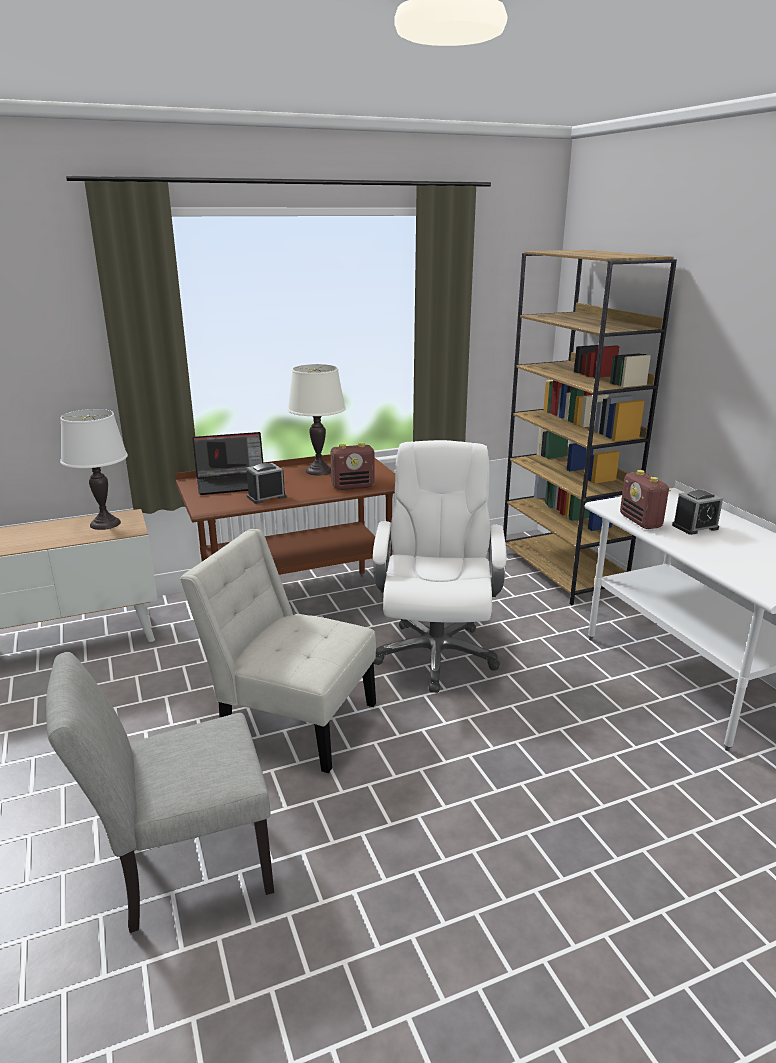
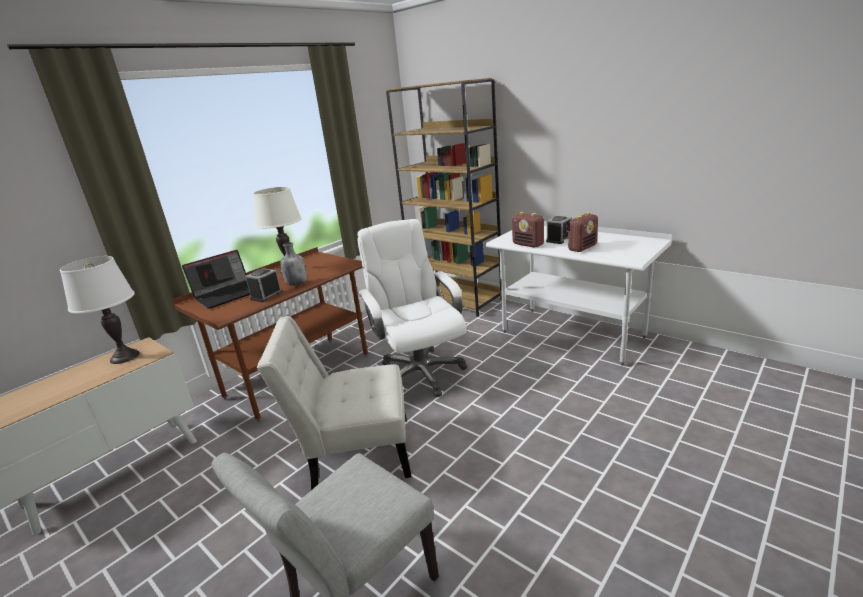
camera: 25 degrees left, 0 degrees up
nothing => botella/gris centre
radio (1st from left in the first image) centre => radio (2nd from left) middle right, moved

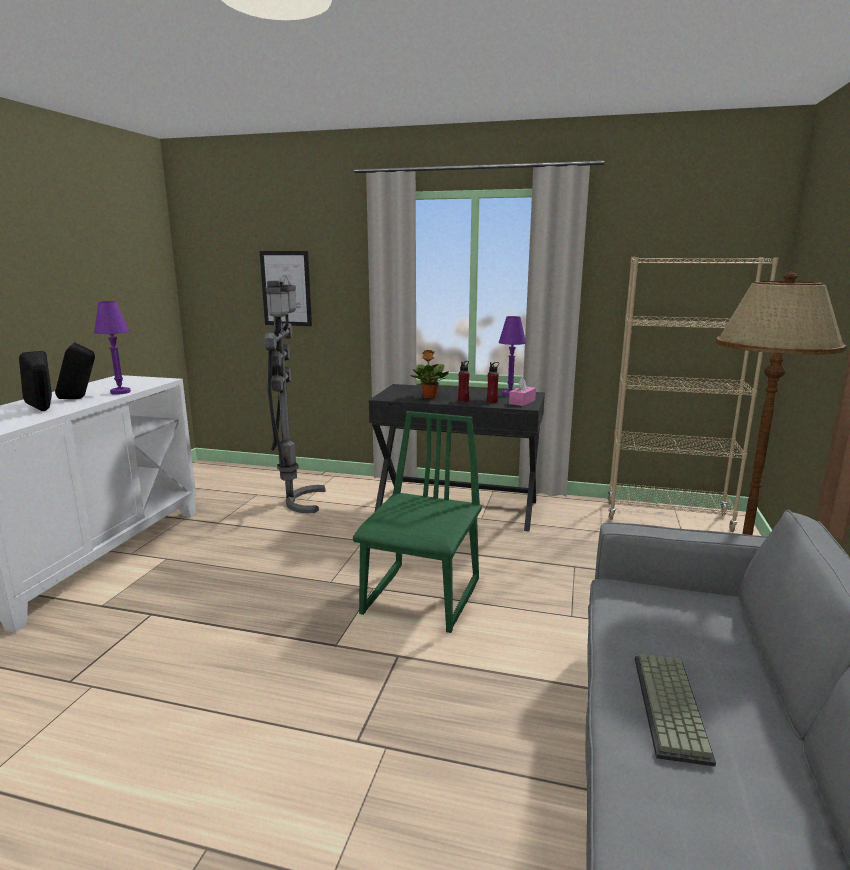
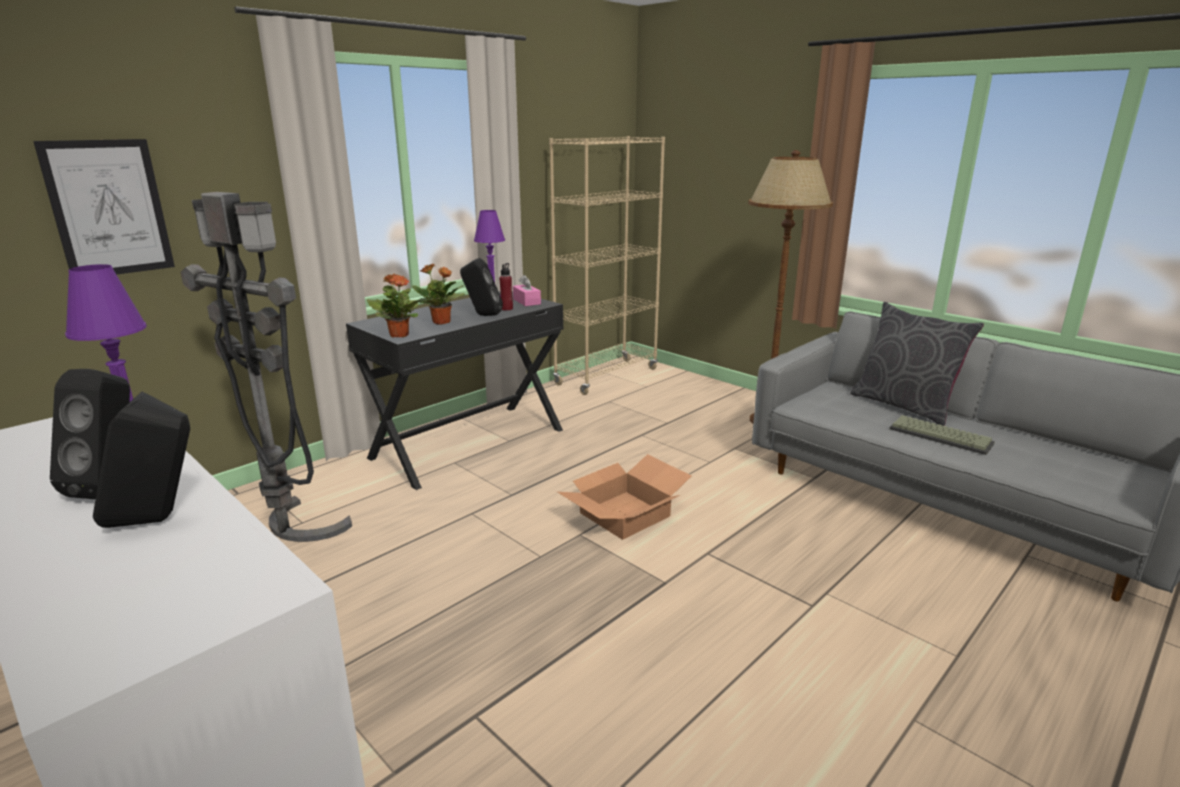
camera: 60 degrees left, 5 degrees up
nothing => planta en maceta (1st from left) middle left
nothing => cojín/gris middle right
silla/verde centre => caja de cartón centre
botella/rojo (1st from left) centre => altavoz/negro (3rd from left) centre

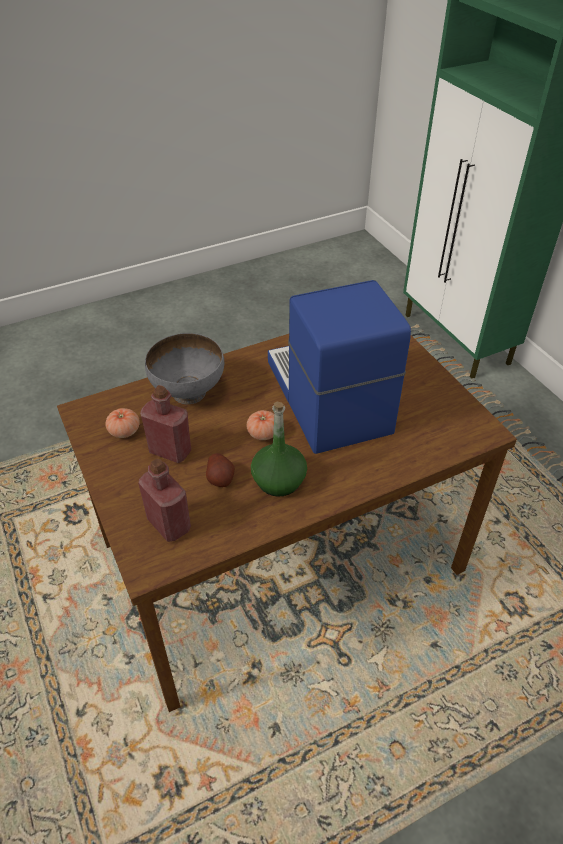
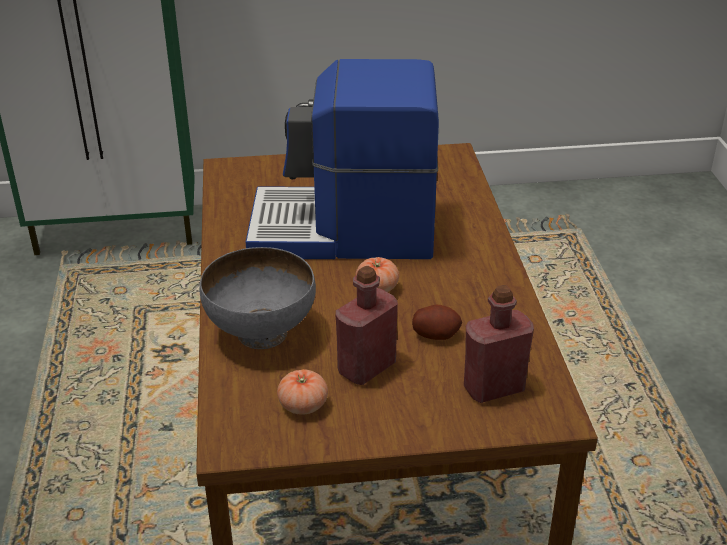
camera: 70 degrees left, 10 degrees down
botella/verde centre => nothing

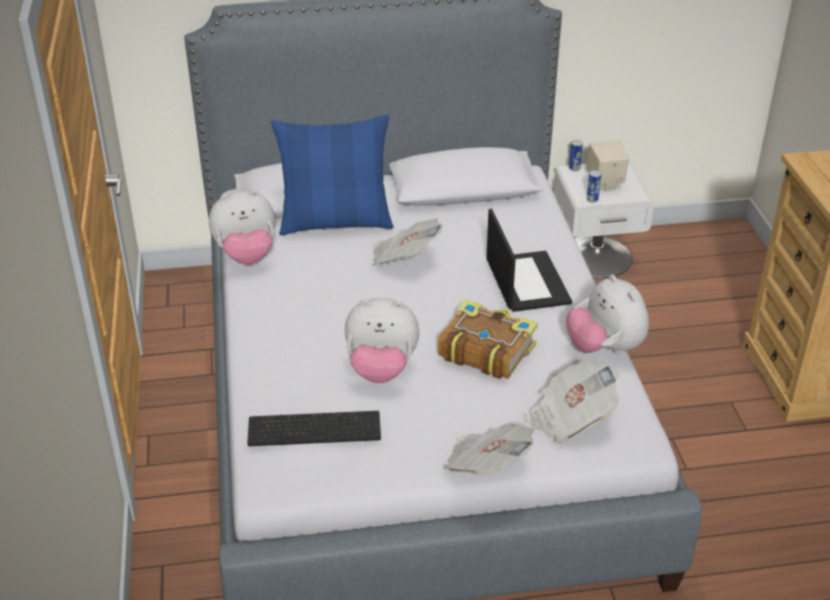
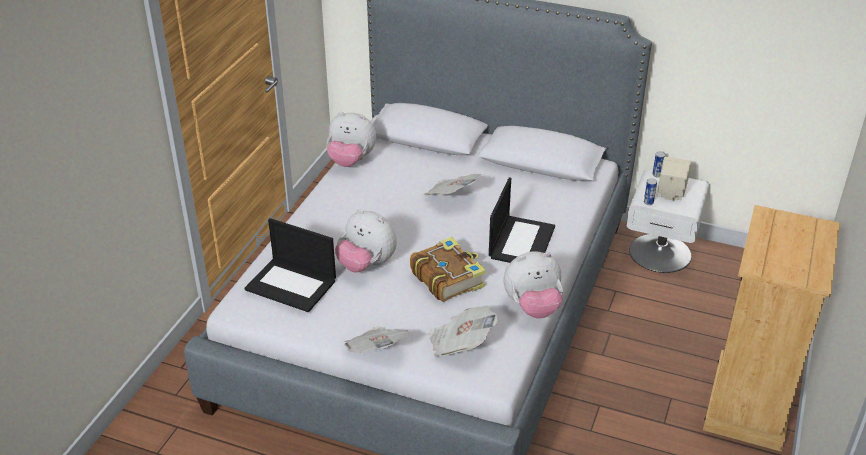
camera: 30 degrees right, 0 degrees up
cojín/azul top centre => nothing
teclado bottom centre => portátil (1st from left) centre
peluche (3rd from left) middle right => peluche (3rd from left) centre, 105 degrees counterclockwise

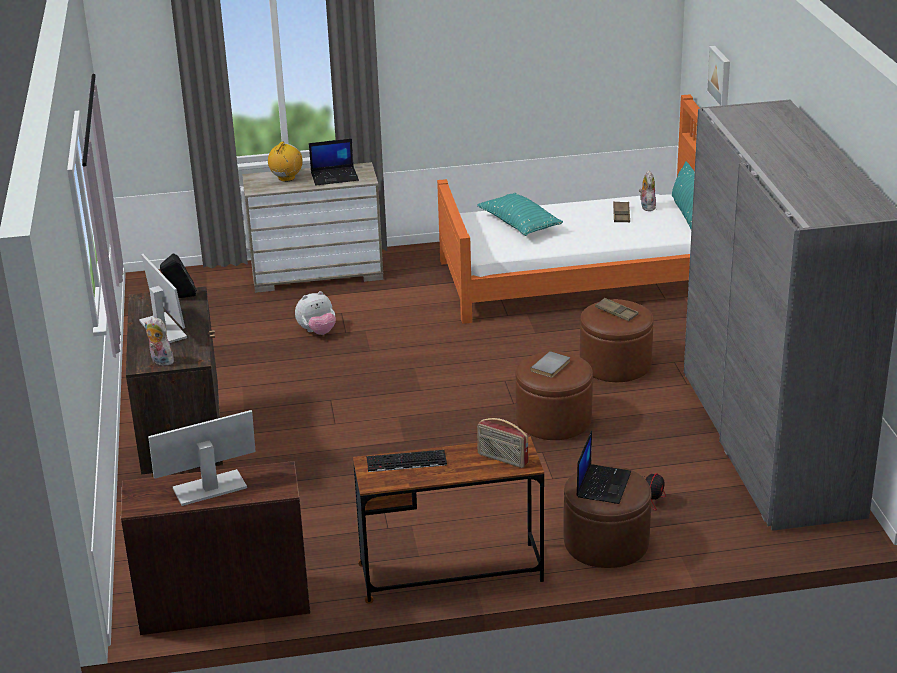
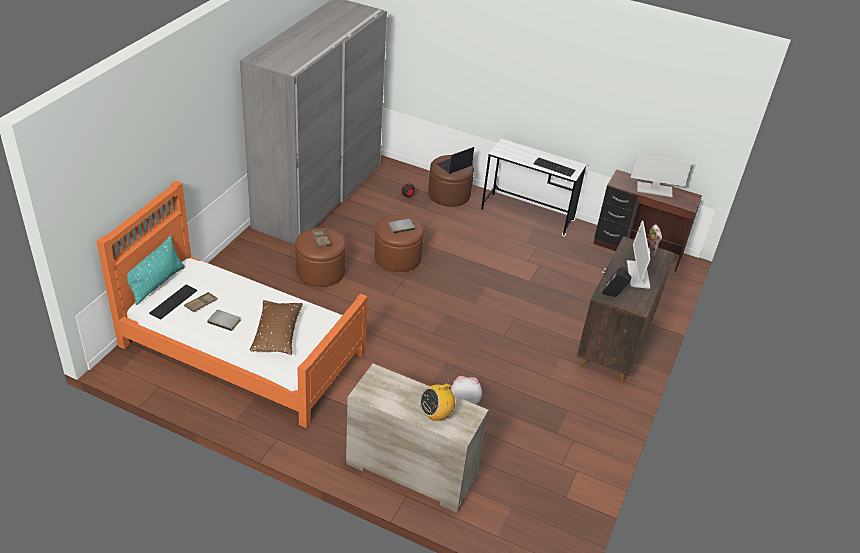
camera: 150 degrees left, 10 degrees up
portátil (1st from left) top centre => nothing
radio (2nd from left) centre => nothing
cuadro top right => nothing
nothing => libro/gris (1st from left) middle left
peluche (3rd from left) top right => teclado (1st from left) middle left
escritorio/marrón (2nd from left) bottom centre => escritorio/blanco centre
cojín/turquesa (1st from left) top centre => cojín/marrón middle left

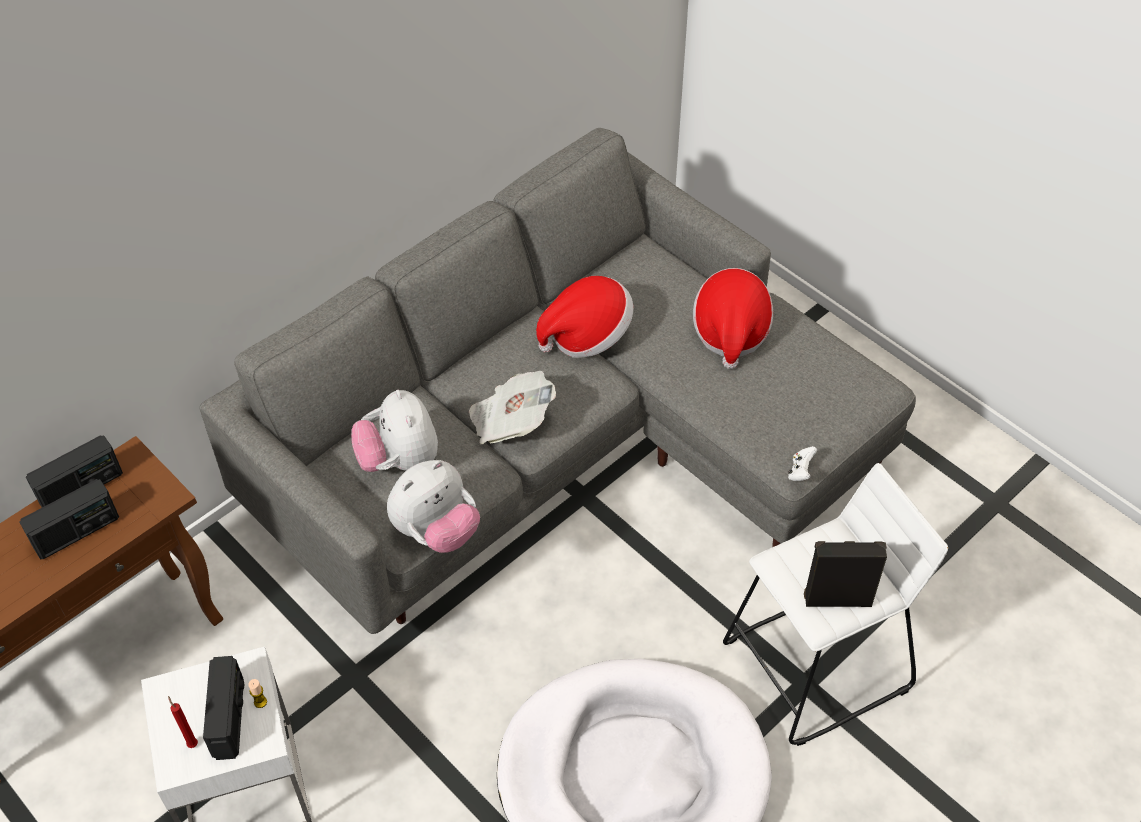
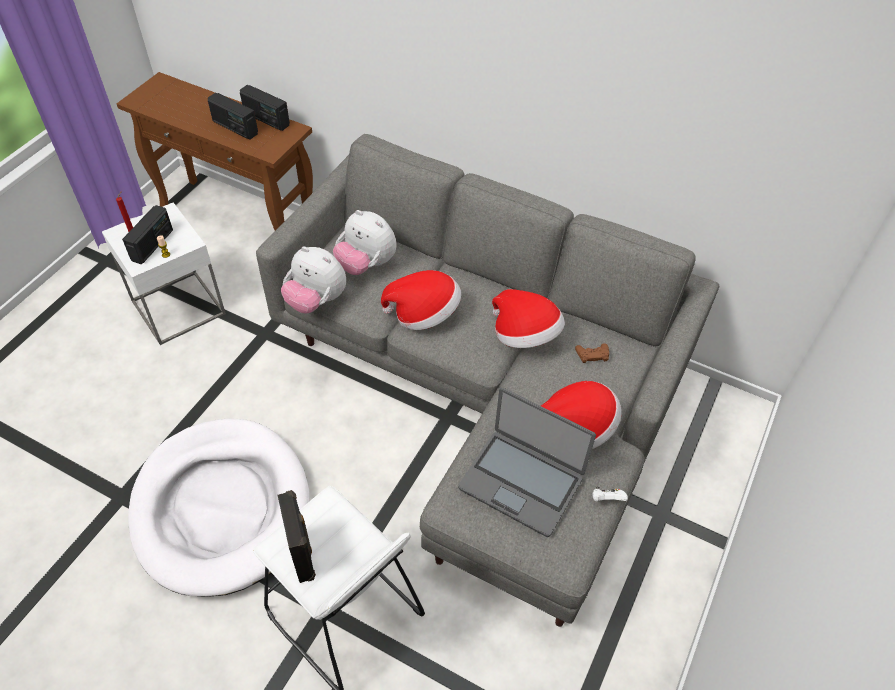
camera: 70 degrees right, 0 degrees up
nothing => portátil bottom centre
nothing => mando de consola/marrón centre
mando de consola/blanco middle right => mando de consola/blanco bottom right, moved
periódico centre => sombrero (1st from left) centre
radio (3rd from left in the first image) bottom left => radio (1st from left) middle left, 45 degrees counterclockwise
peluche (1st from left in the first image) centre => peluche (2nd from left) centre, 105 degrees counterclockwise

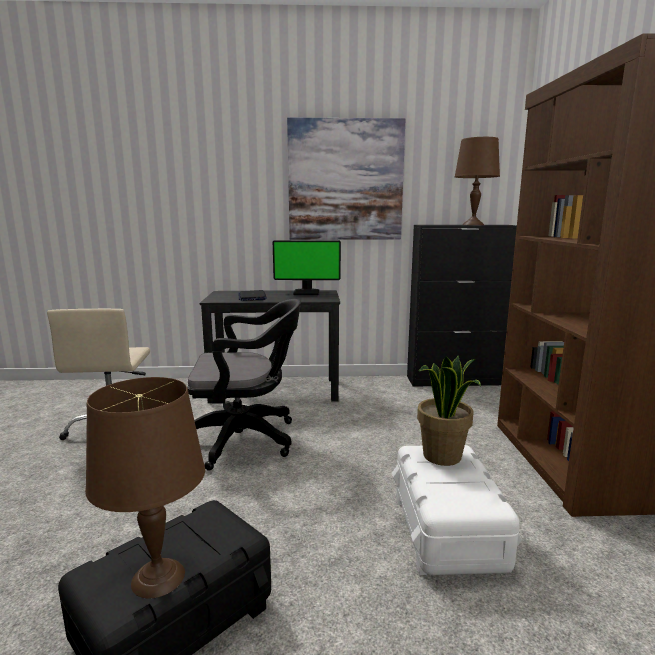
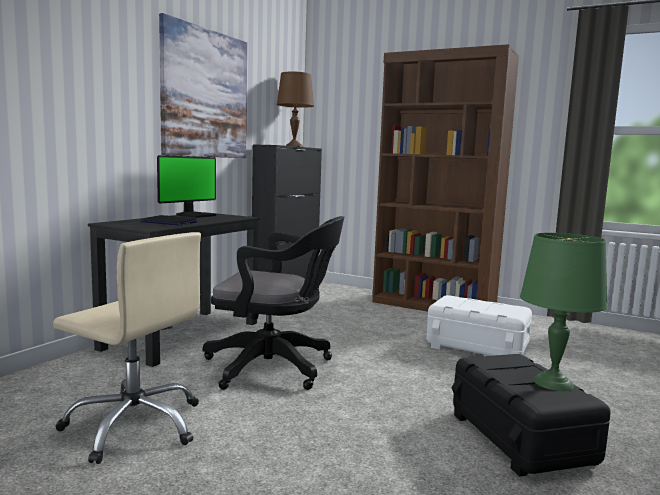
camera: 60 degrees left, 5 degrees down
planta en maceta middle right => nothing
lámpara de mesa/marrón (1st from left) bottom left => lámpara de mesa/verde middle right
silla de oficina/negro centre, 75 degrees clockwise

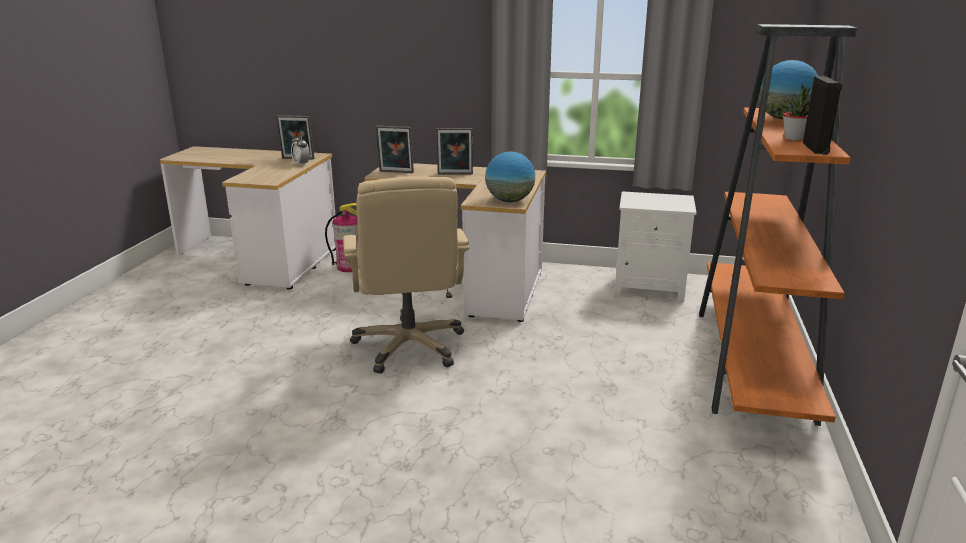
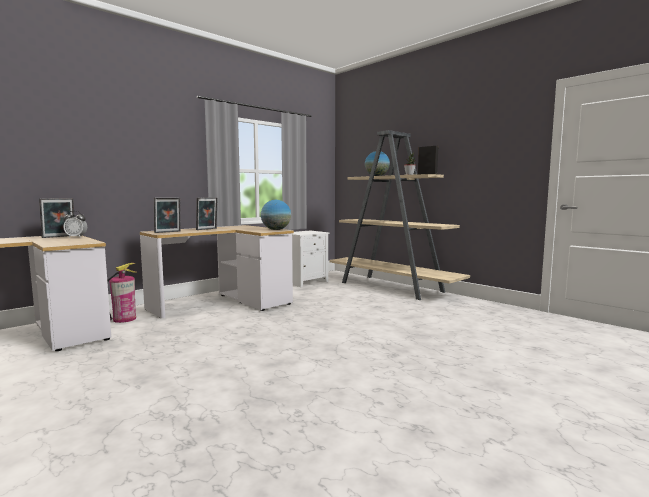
camera: 55 degrees left, 15 degrees down
silla de oficina/beis centre => nothing
estantería/naranja middle right => estantería/beis centre

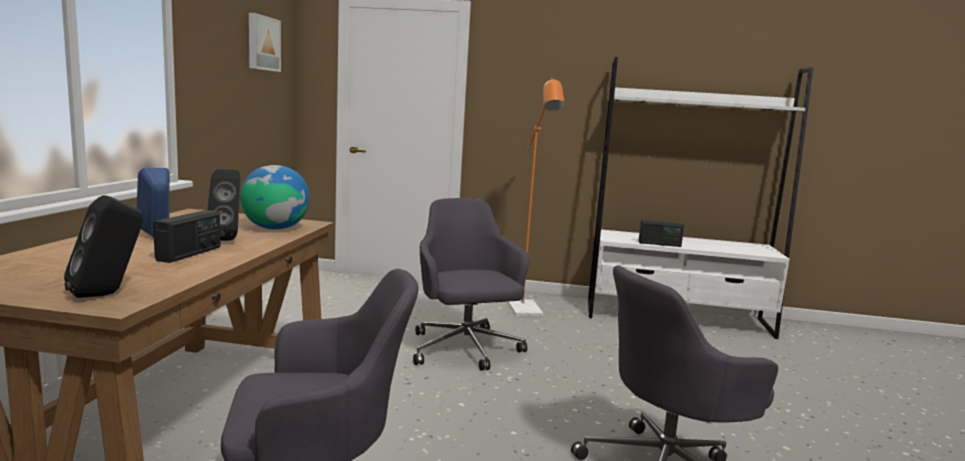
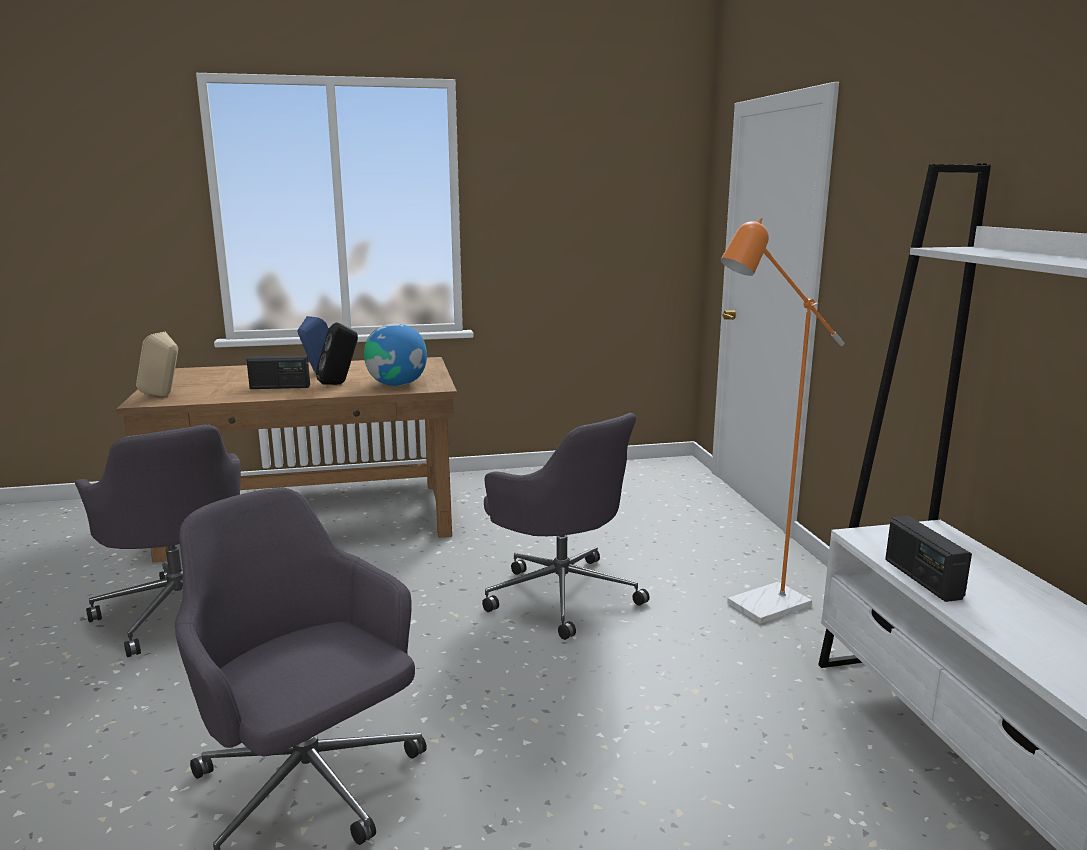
camera: 70 degrees right, 5 degrees up
cuadro top left => nothing
altavoz/negro (1st from left) middle left => altavoz/beis middle left
silla de oficina/gris (2nd from left in the first image) centre => silla de oficina/gris (3rd from left) centre, 90 degrees clockwise

